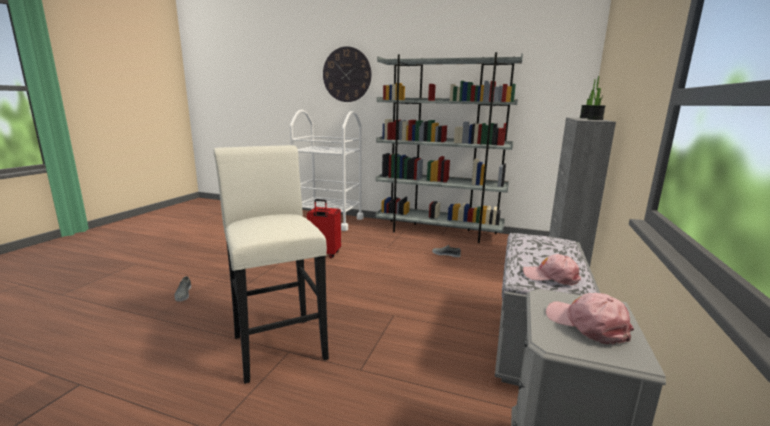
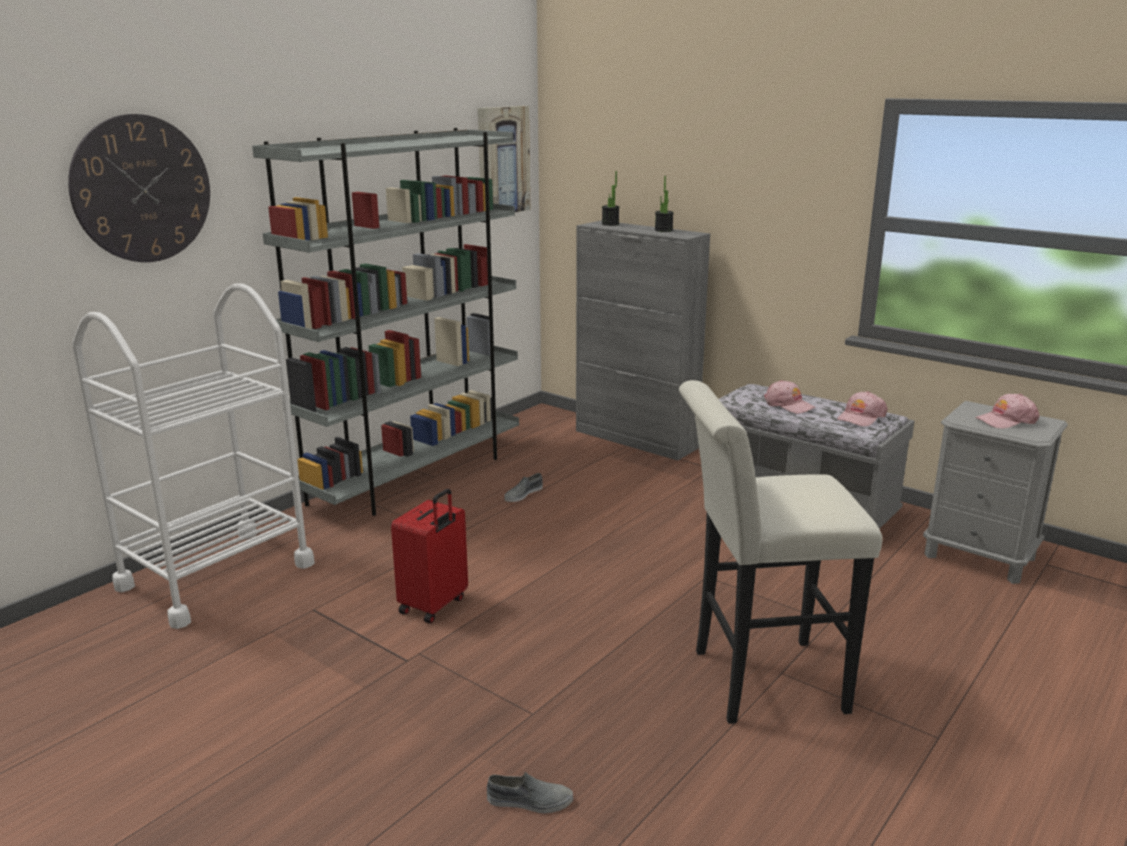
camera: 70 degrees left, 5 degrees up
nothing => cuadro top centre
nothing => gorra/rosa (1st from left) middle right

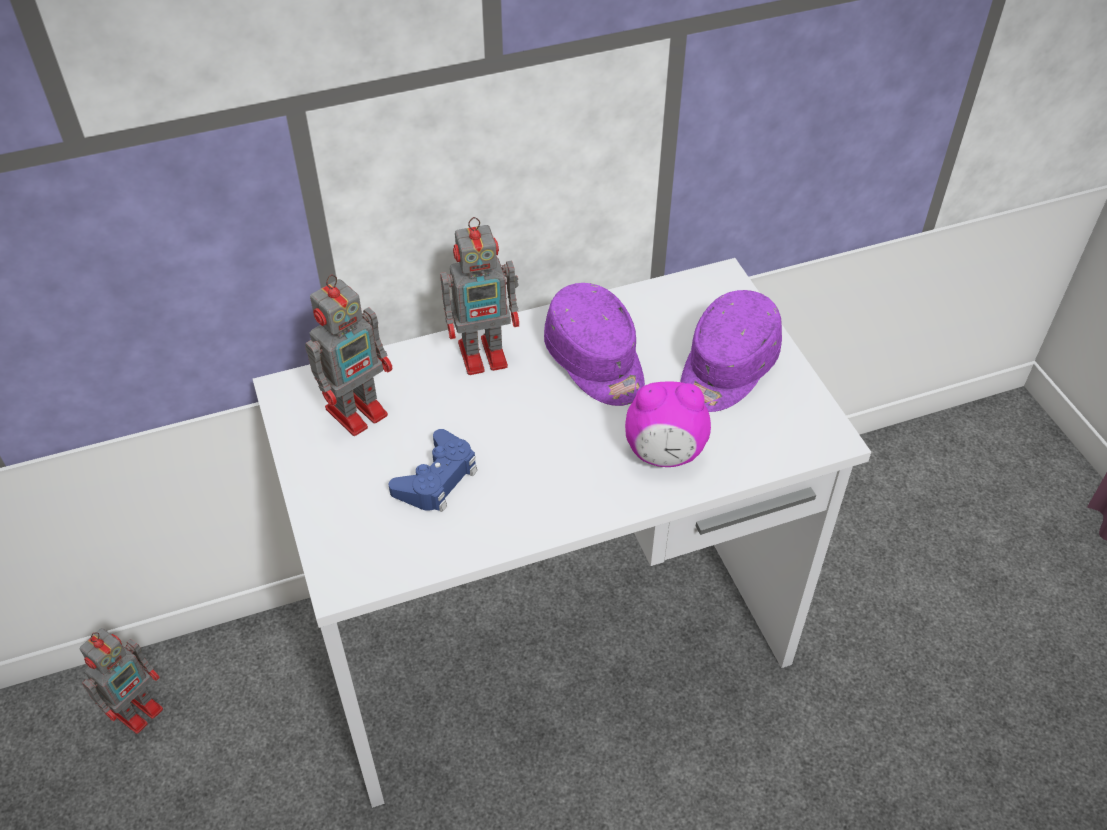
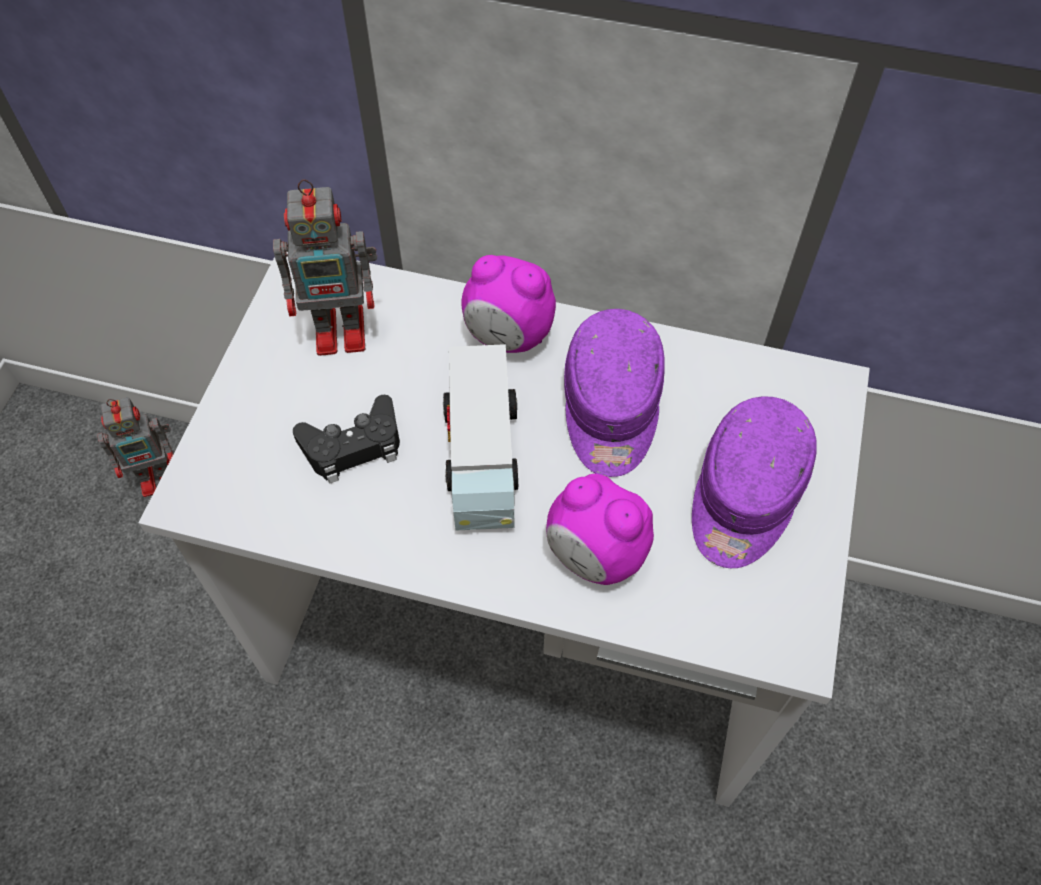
camera: 35 degrees right, 10 degrees up
nothing => camión de juguete centre
robot de juguete (3rd from left) centre => despertador (1st from left) centre
mando de consola/azul centre => mando de consola/negro middle left
gorra/morado (2nd from left) centre => gorra/morado (2nd from left) middle right, 45 degrees counterclockwise

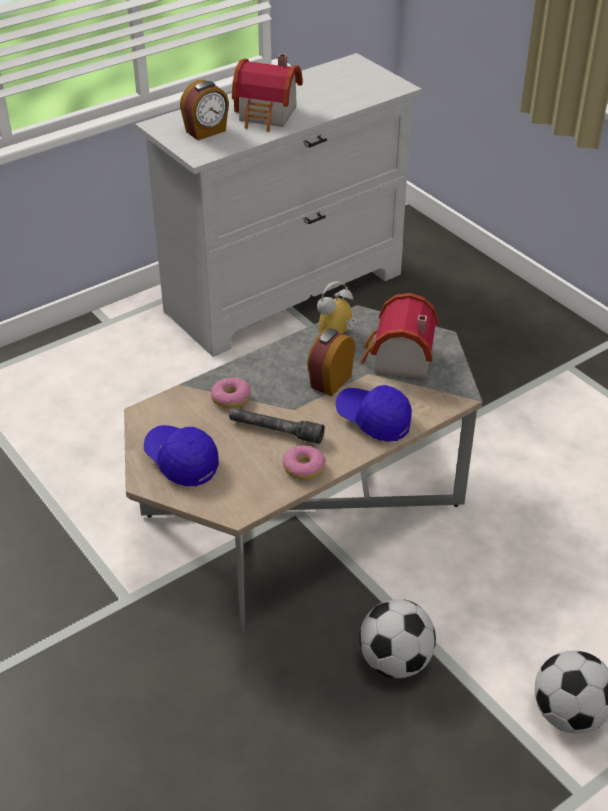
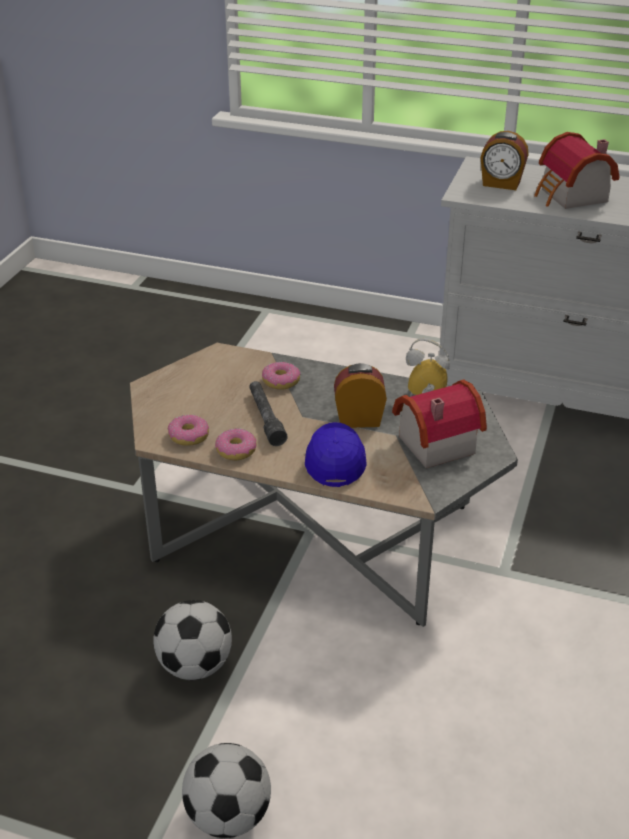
camera: 55 degrees right, 5 degrees down
gorra/azul (1st from left) middle left => nothing
nothing => rosquilla (1st from left) middle left

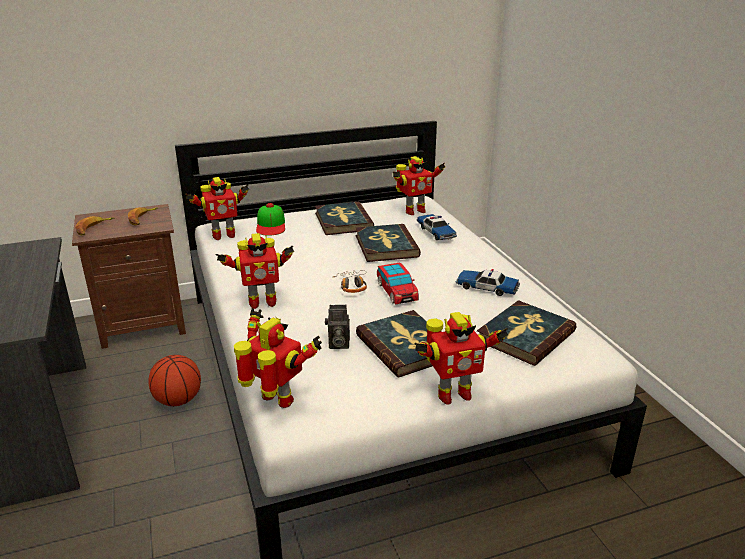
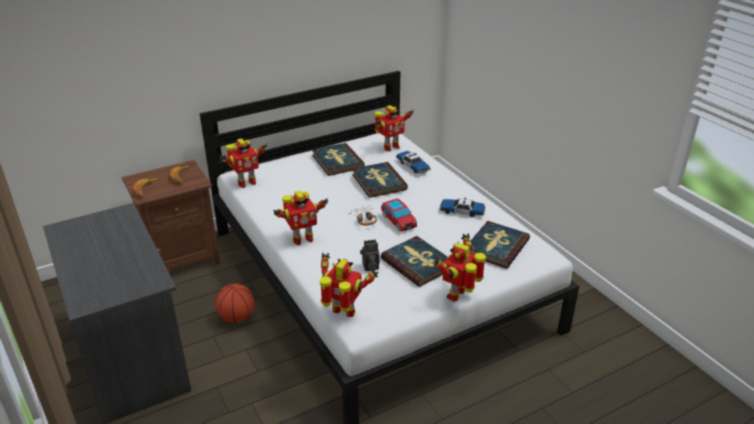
camera: 10 degrees left, 5 degrees up
gorra centre => nothing
robot de juguete (5th from left) centre, 150 degrees clockwise

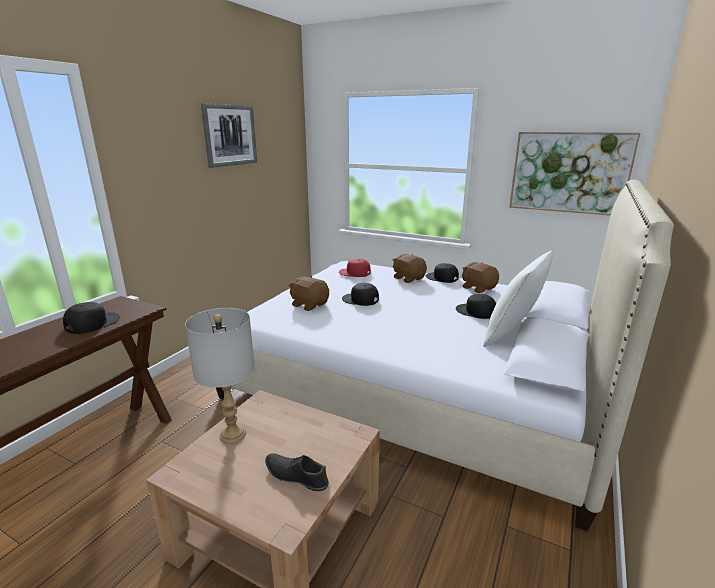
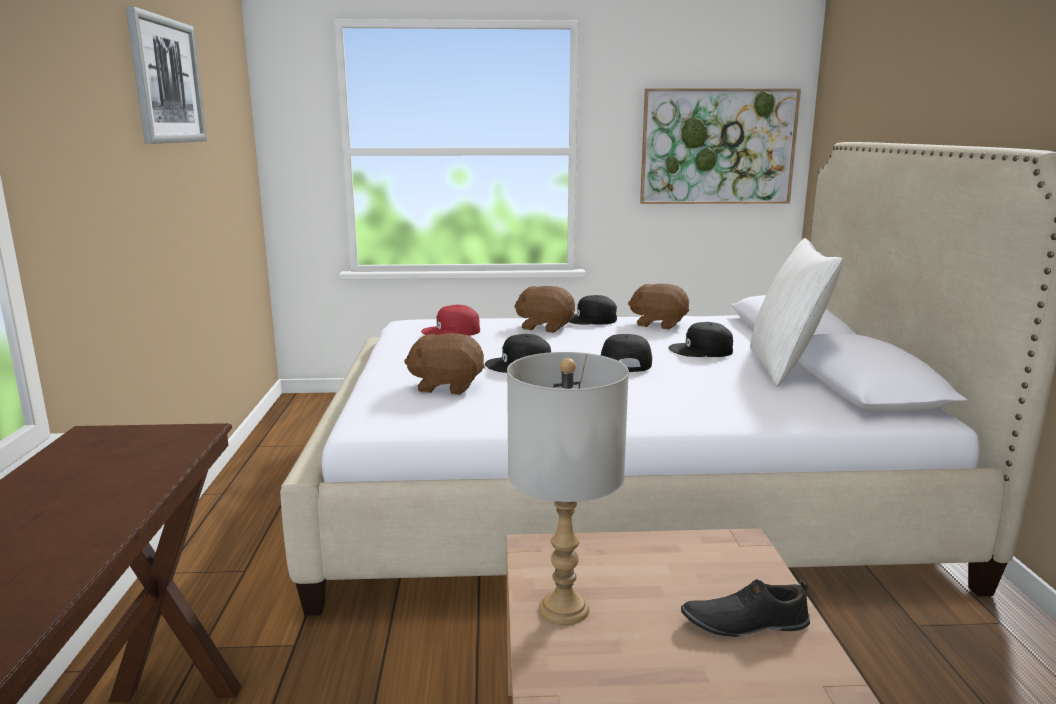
camera: 30 degrees left, 5 degrees down
gorra/negro (1st from left in the first image) middle left => gorra/negro (3rd from left) centre, moved

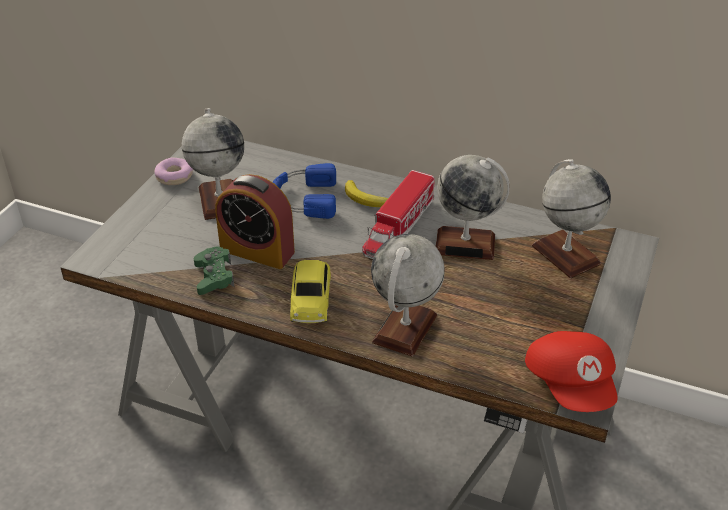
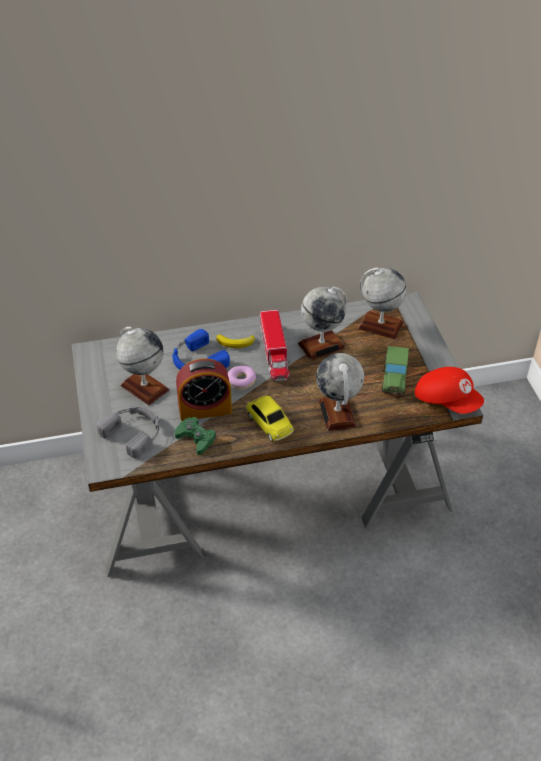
camera: 35 degrees left, 5 degrees up
nothing => auriculares/gris middle left
nothing => coche de juguete (2nd from left) middle right
rosquilla middle left => rosquilla centre, moved

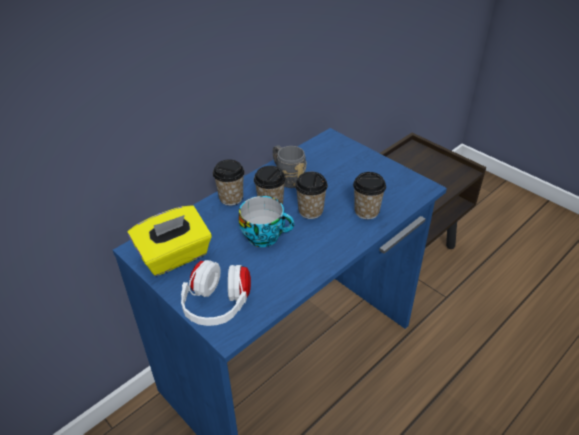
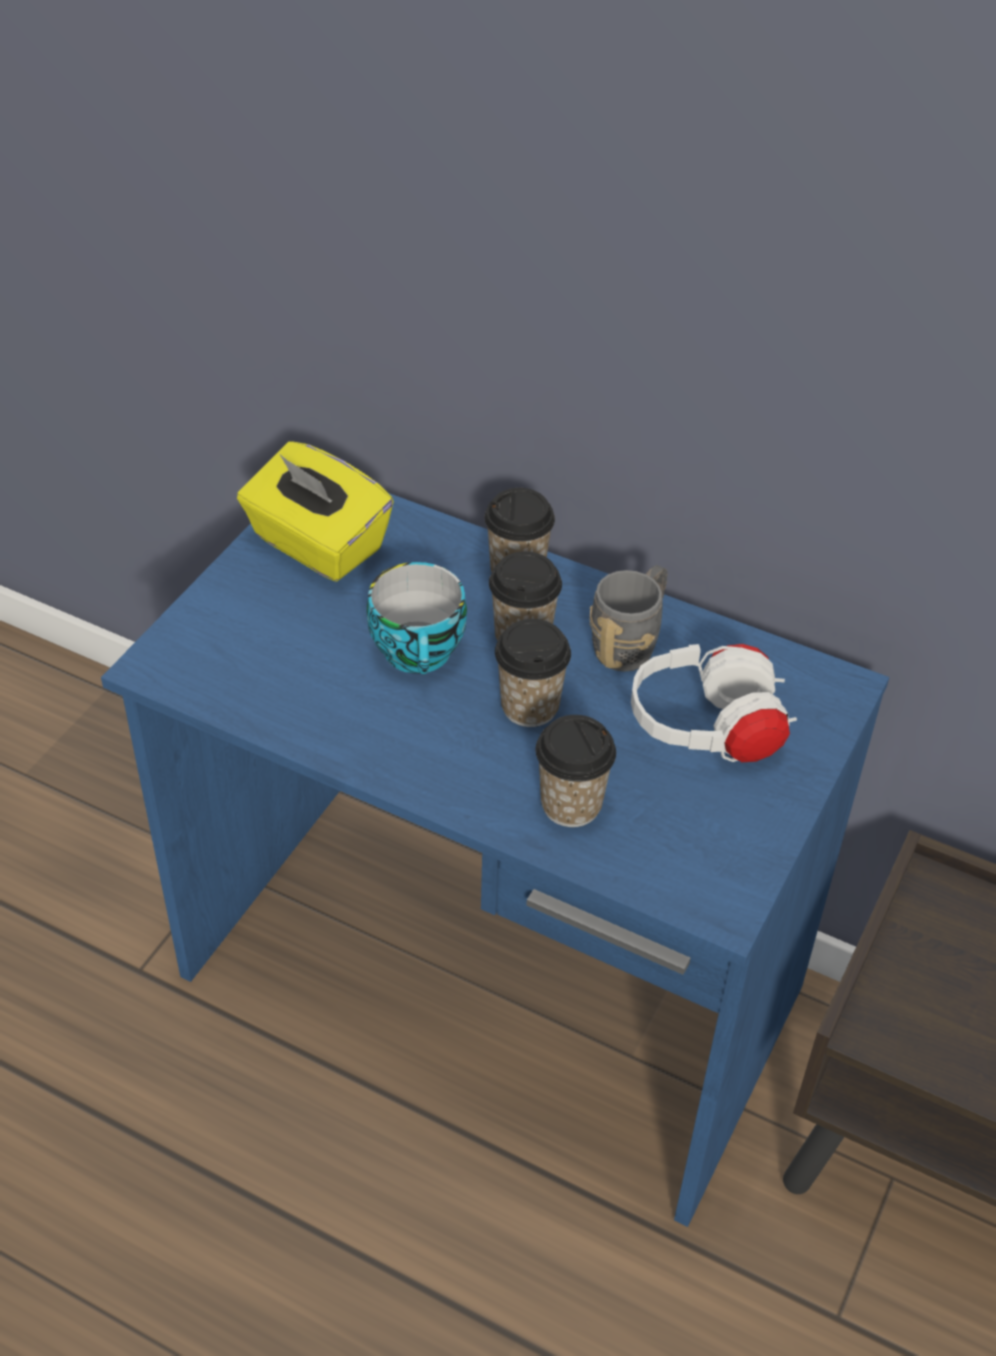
camera: 70 degrees right, 5 degrees up
auriculares/blanco bottom centre => auriculares/blanco middle right, moved

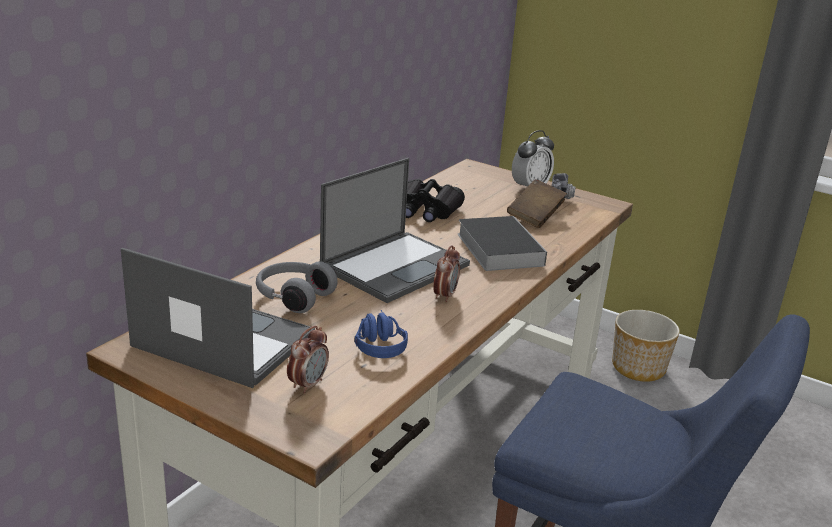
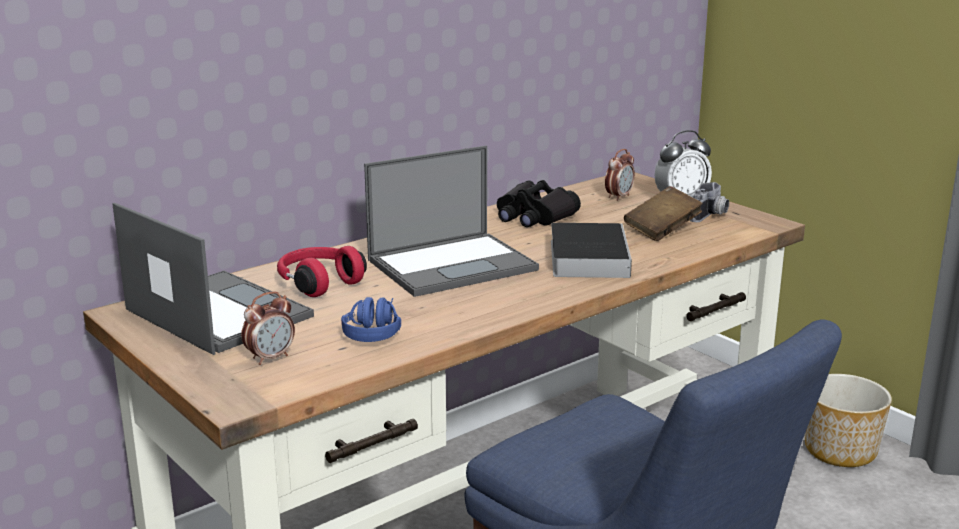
camera: 20 degrees right, 5 degrees down
despertador (2nd from left) centre => despertador (2nd from left) top centre, moved
auriculares/gris centre => auriculares/rojo centre

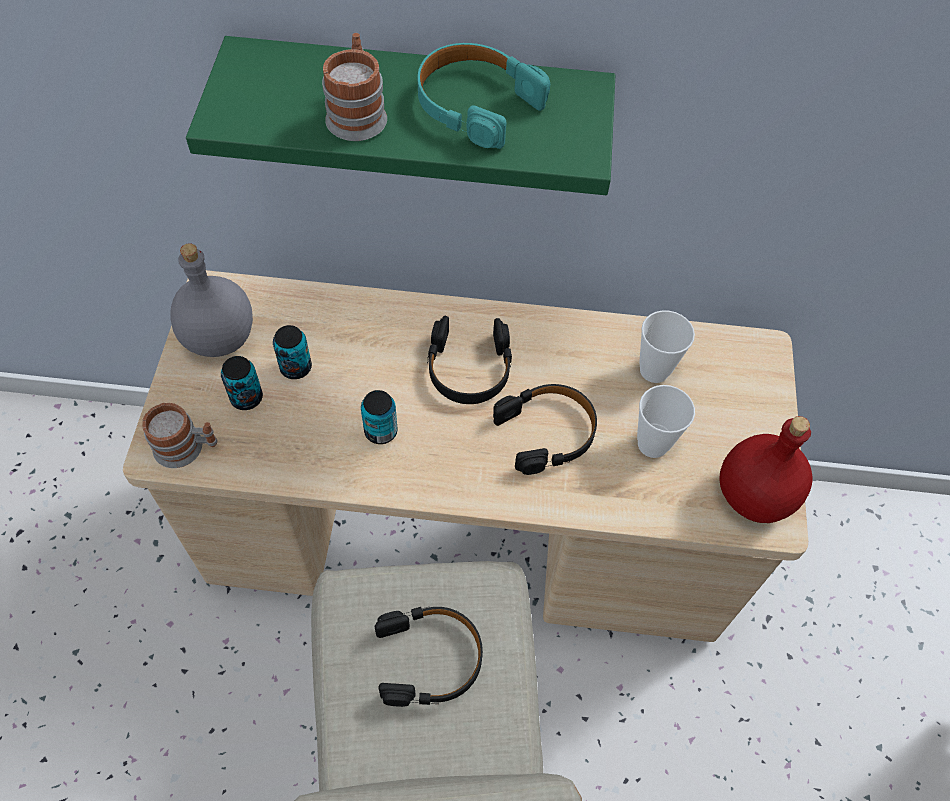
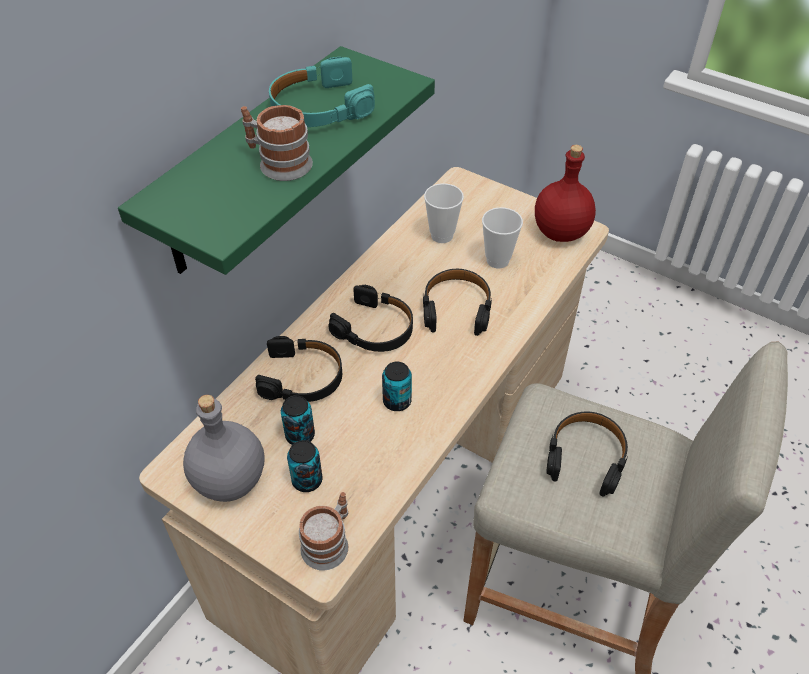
camera: 60 degrees left, 10 degrees down
nothing => auriculares/negro (1st from left) centre

